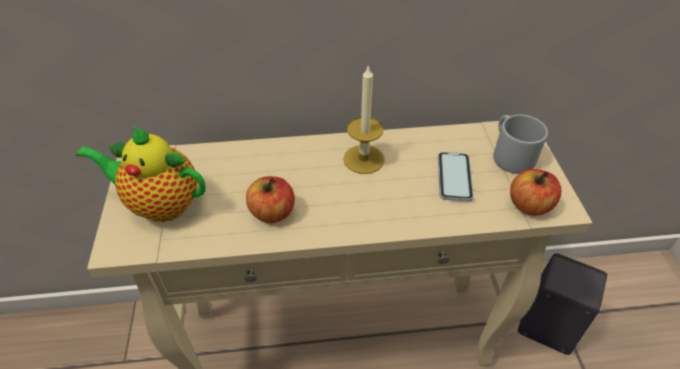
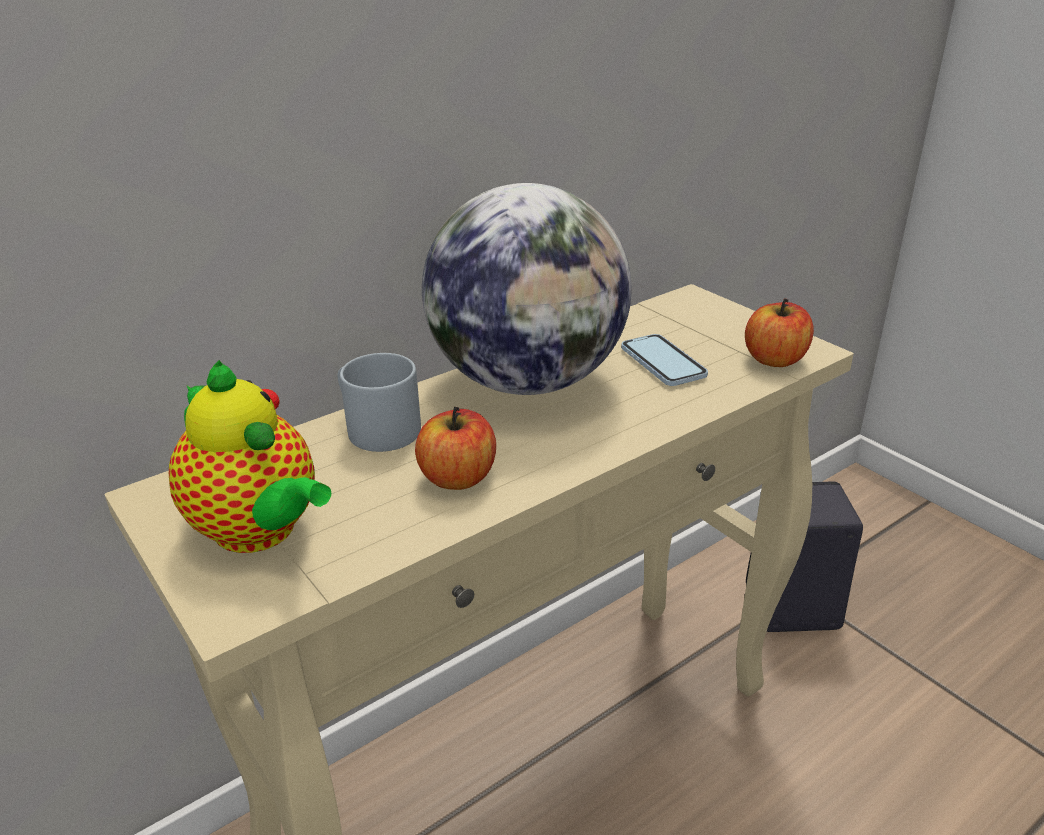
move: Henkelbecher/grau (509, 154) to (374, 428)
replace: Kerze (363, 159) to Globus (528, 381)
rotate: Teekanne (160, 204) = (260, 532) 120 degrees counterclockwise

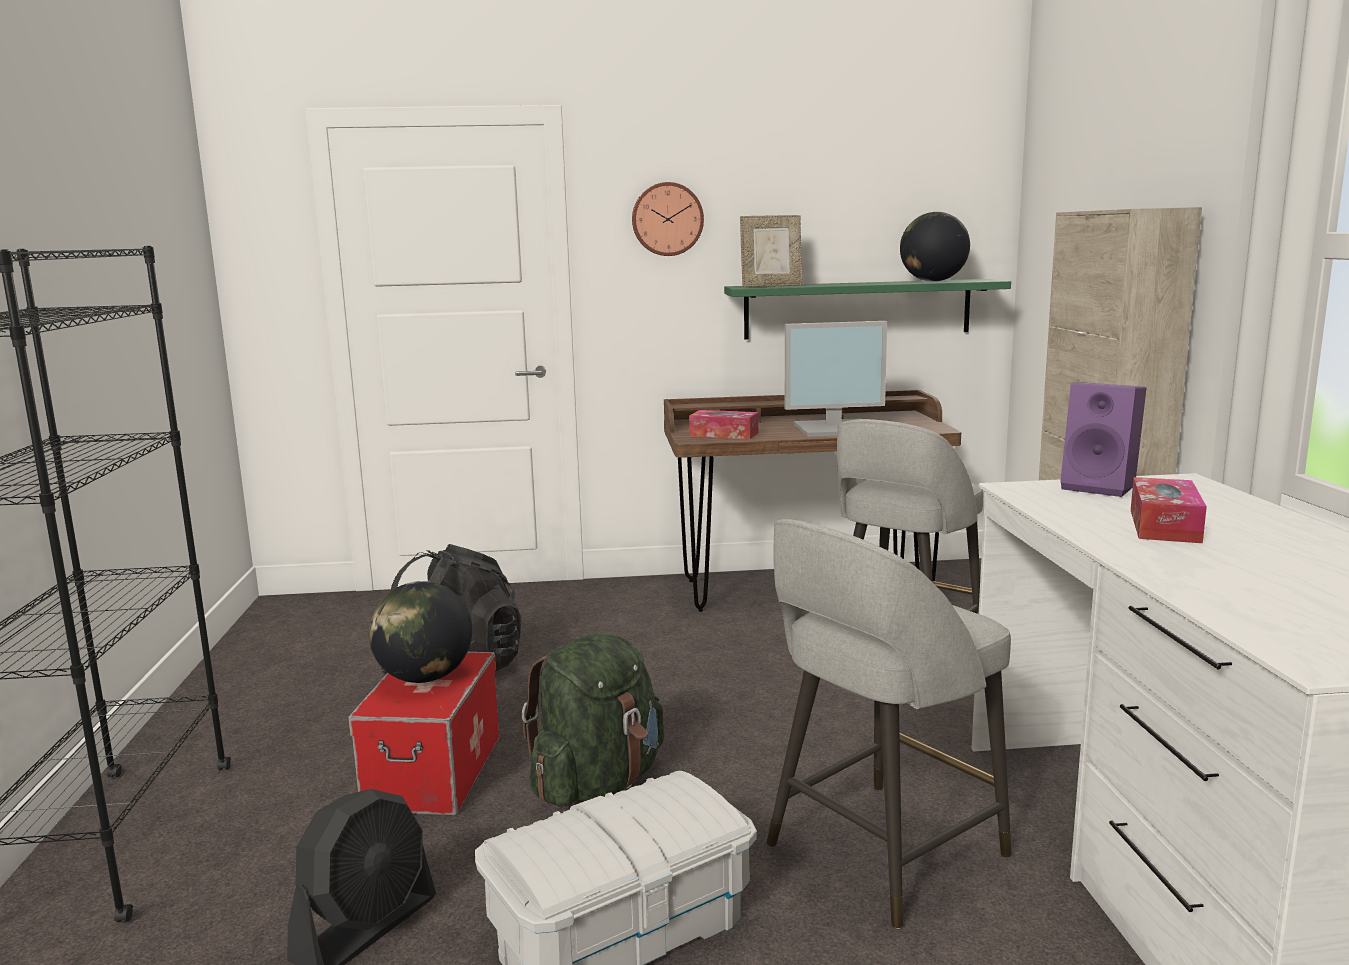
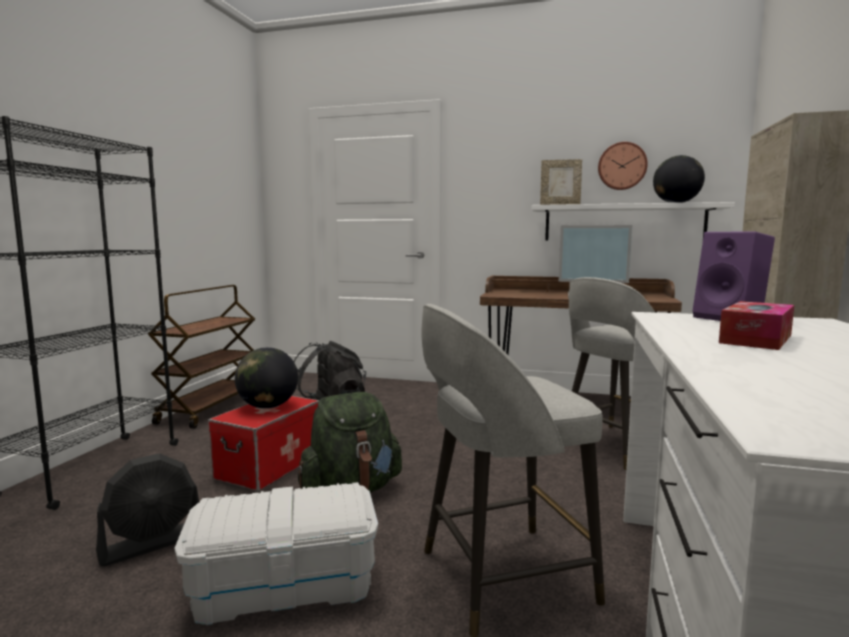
delete: Taschentuchbox (724, 434)
insert: Rollwagen/braun (210, 408)
move: Wanduhr (667, 219) to (622, 166)
recolor: Wandregal/grün (857, 309) to Wandregal/weiß (623, 223)

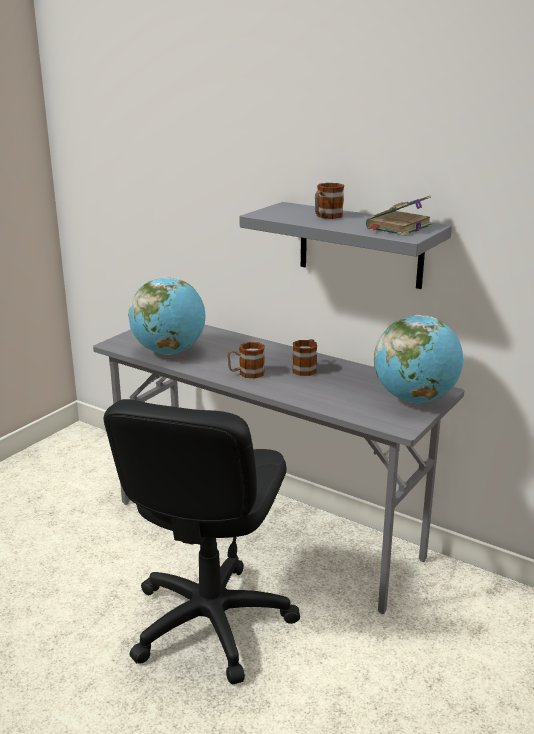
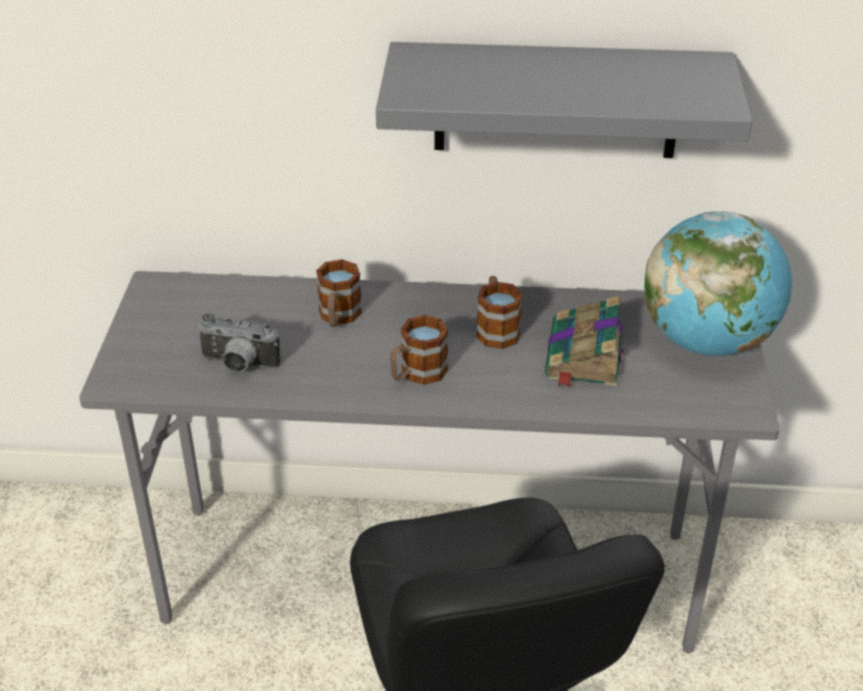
move: Henkelbecher (326, 216) to (338, 317); Buch (398, 227) to (584, 357)
replace: Globus (169, 352) to Kamera (238, 366)

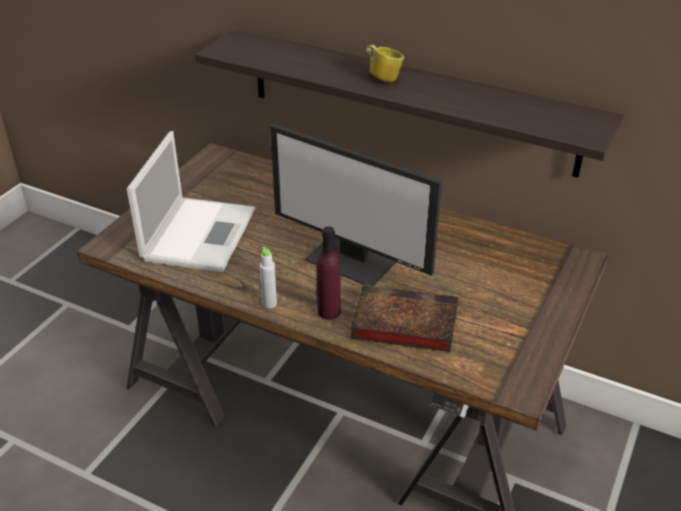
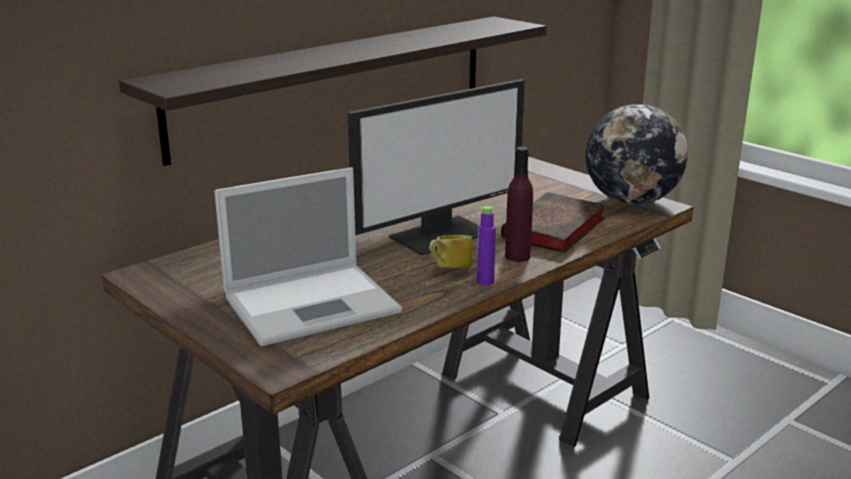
insert: Globus (631, 201)
move: Henkelbecher (383, 78) to (449, 270)
recolor: Flasche/grau (269, 303) to Flasche/lila (485, 281)
rotate: Laptop (200, 233) = (314, 303) 120 degrees clockwise

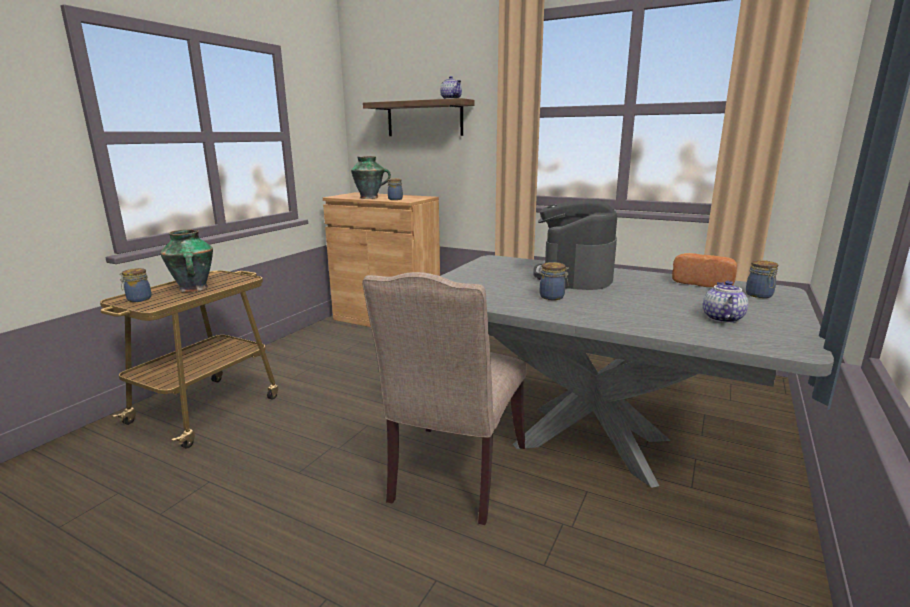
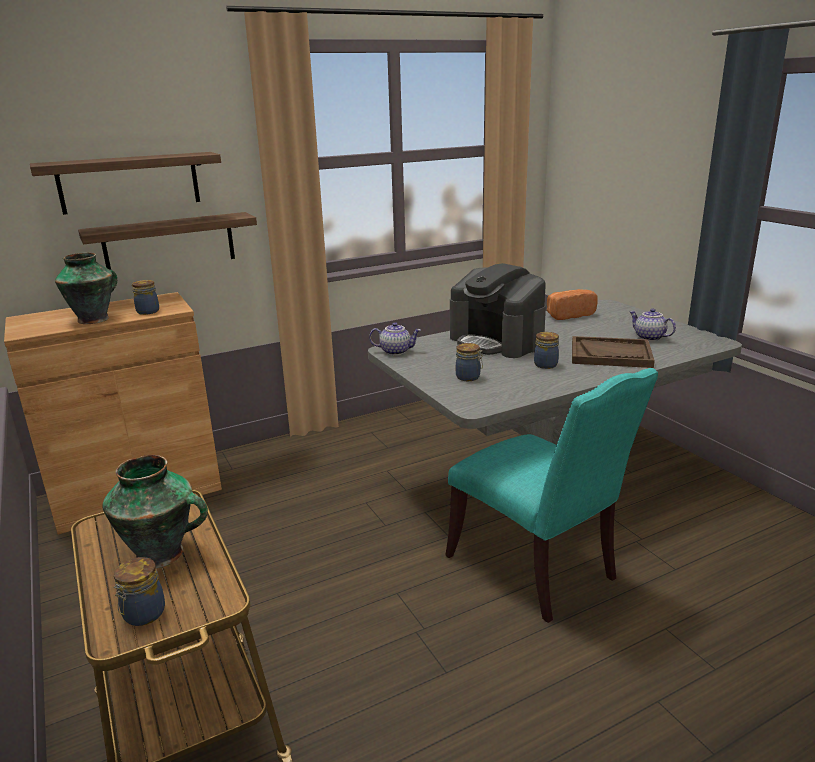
insert: Wandregal (169, 243); Tablett/braun (611, 354)
move: Teekanne (451, 99) to (396, 351); Vorratsglas (759, 295) to (469, 377)
recolor: Stuhl/beige (454, 476) to Stuhl/türkis (537, 569)

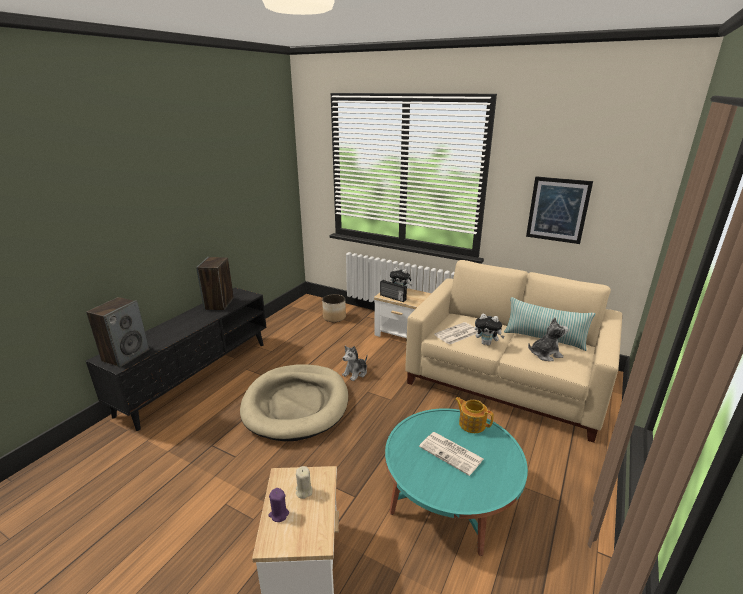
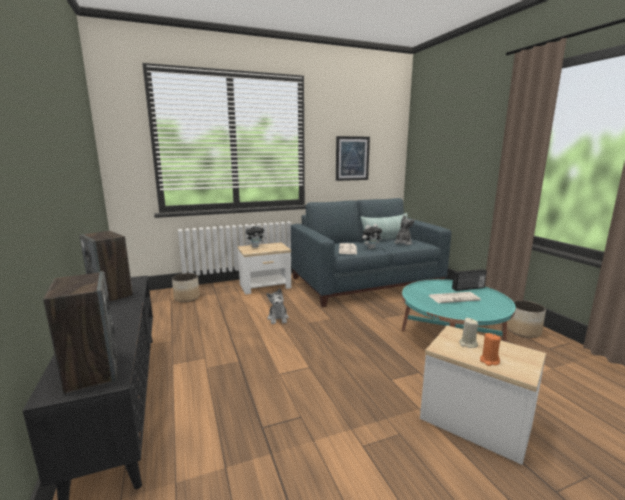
delete: Hundebett/beige (296, 404); Teekanne (471, 423)
insert: Pflanzkübel (523, 331)
move: Radio (392, 298) to (468, 288)
recolor: Kerze/lila (279, 514) to Kerze/orange (489, 361); Sofa/beige (505, 381) to Sofa/blau (366, 282)

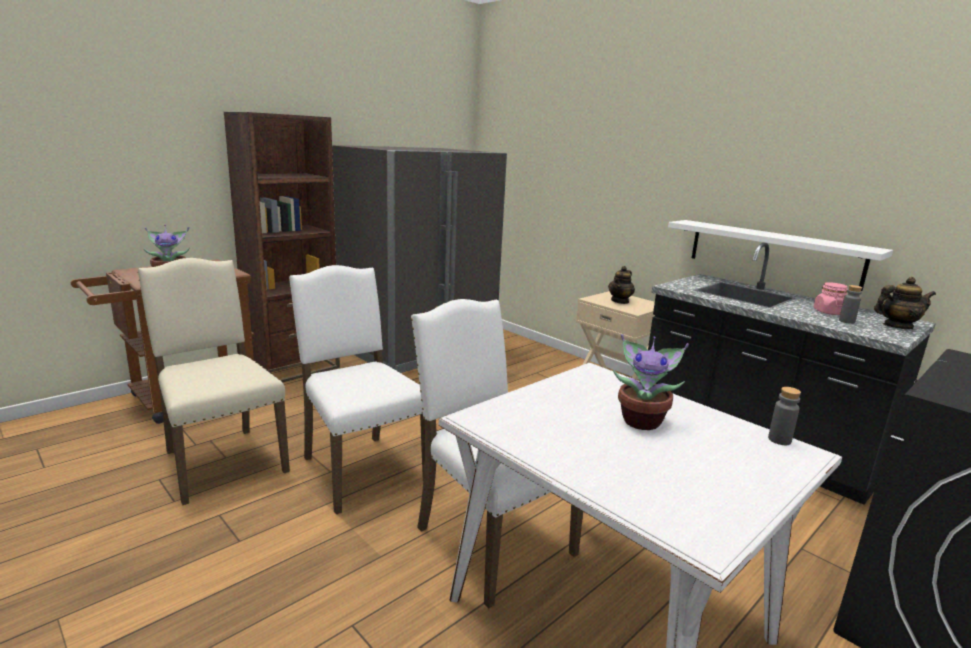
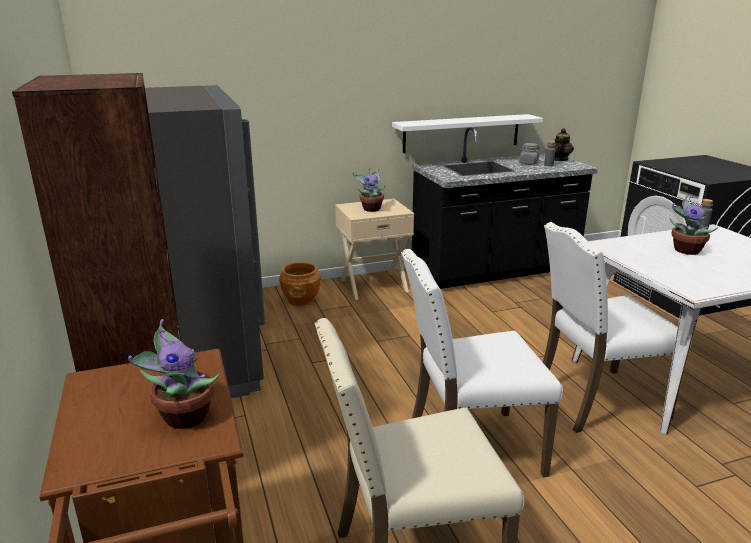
insert: Pflanzkübel/braun (301, 300)
replace: Teekanne (620, 301) to Topfpflanze (371, 209)
recolor: Vorratsglas/rosa (829, 312) to Vorratsglas/grau (528, 163)

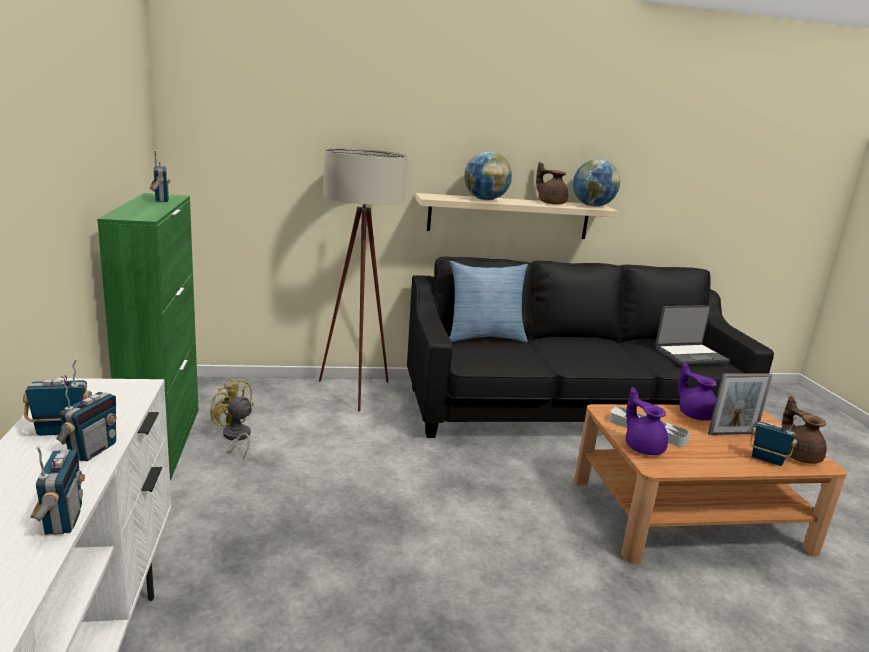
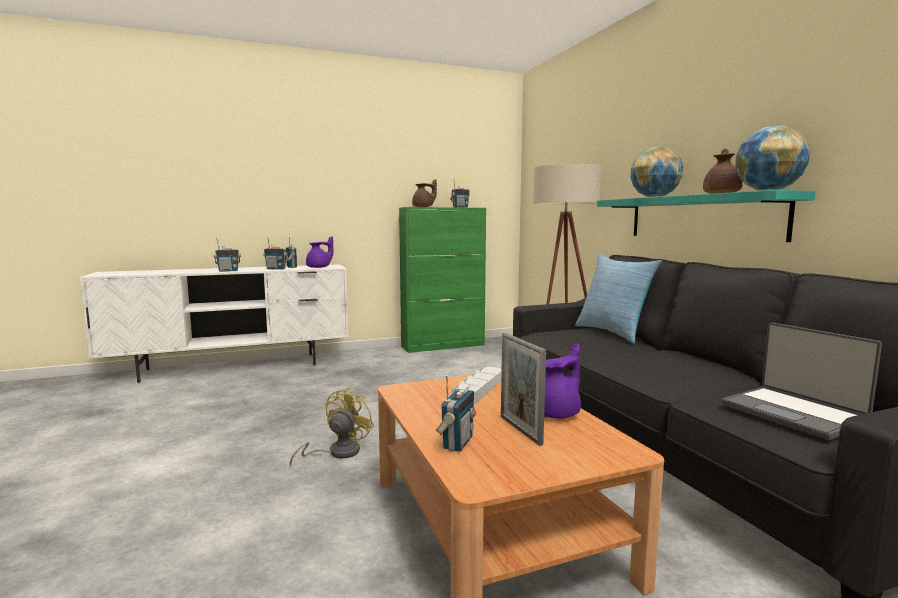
move: Ventilator/gelb (235, 438) to (337, 453); Teekanne/lila (643, 447) to (319, 267); Teekanne/braun (798, 455) to (424, 207)
recolor: Wandregal/beige (509, 217) to Wandregal/türkis (700, 217)

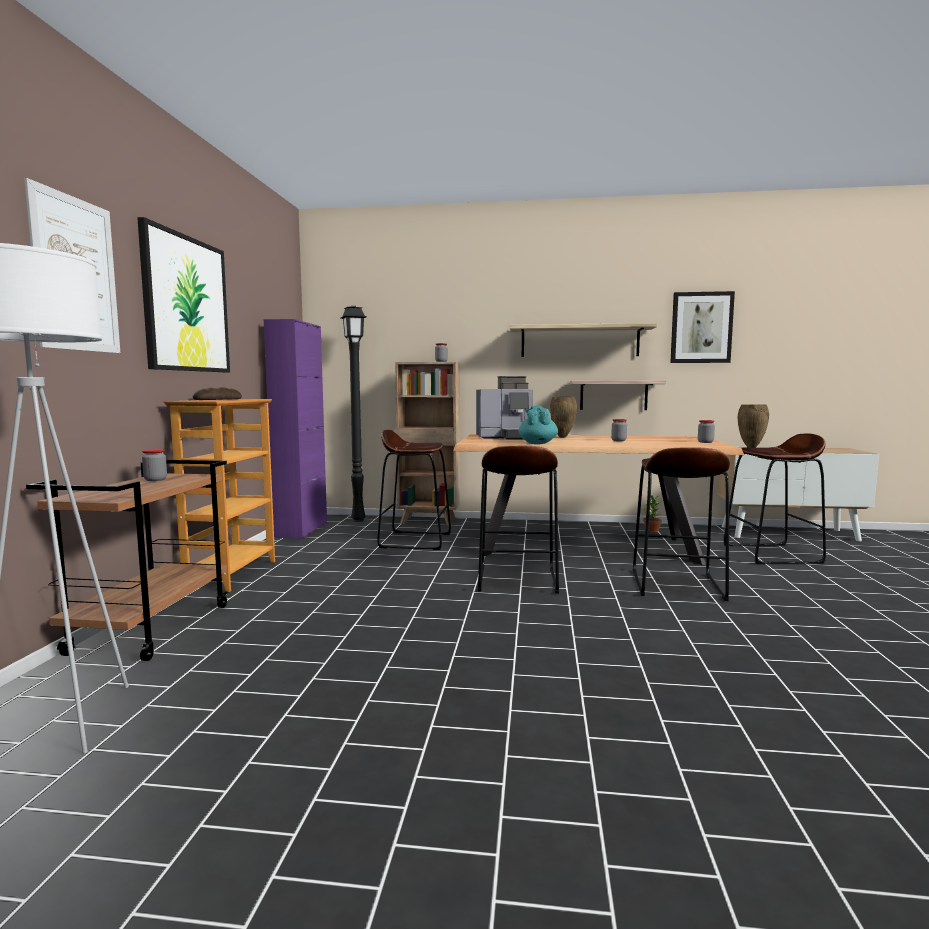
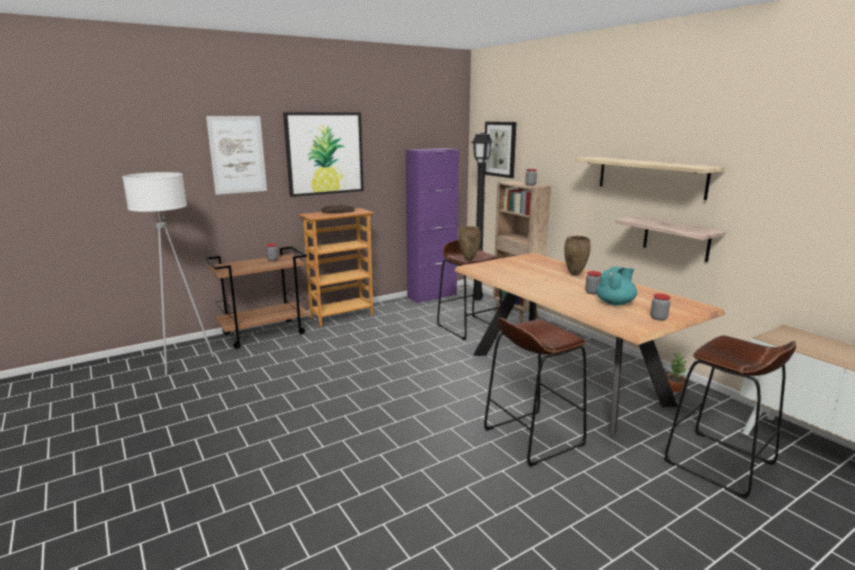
delete: Kaffeemaschine (506, 437); Hocker/braun (517, 579)
move: Teekanne/türkis (537, 443) to (615, 303); Bild (701, 327) to (500, 149); Vase/braun (750, 447) to (469, 260)

